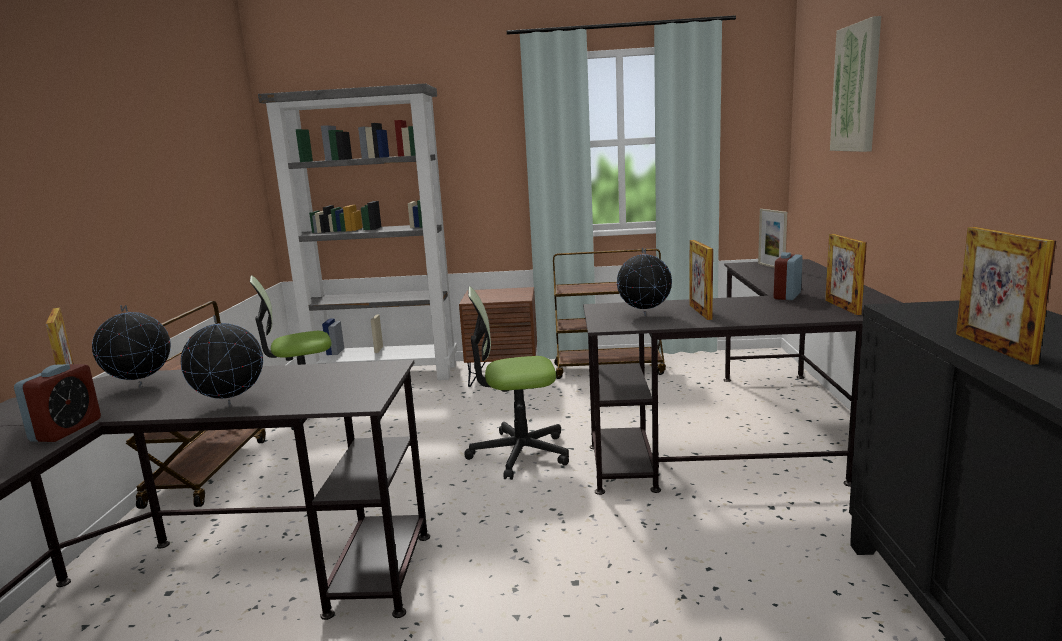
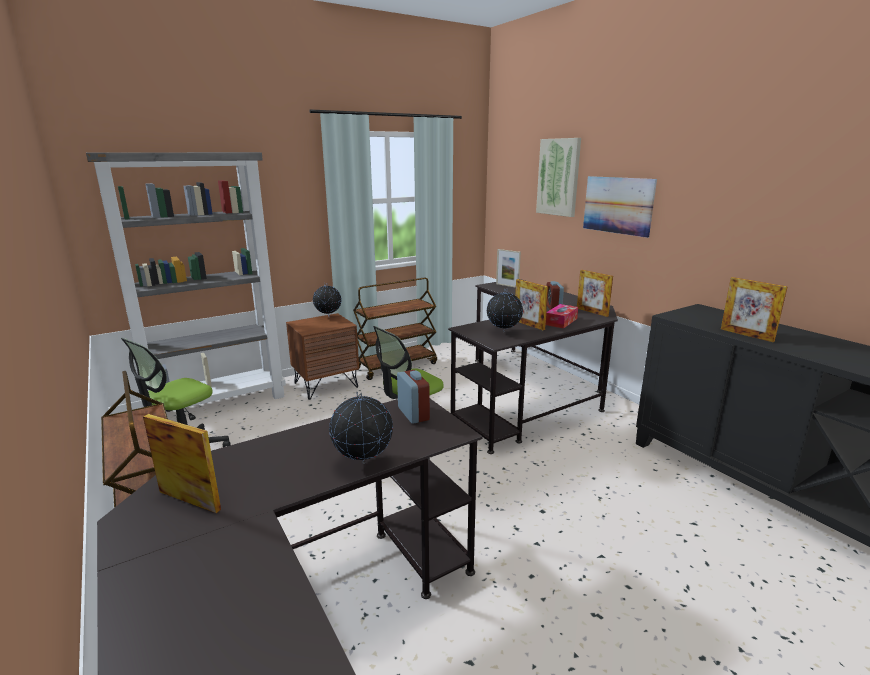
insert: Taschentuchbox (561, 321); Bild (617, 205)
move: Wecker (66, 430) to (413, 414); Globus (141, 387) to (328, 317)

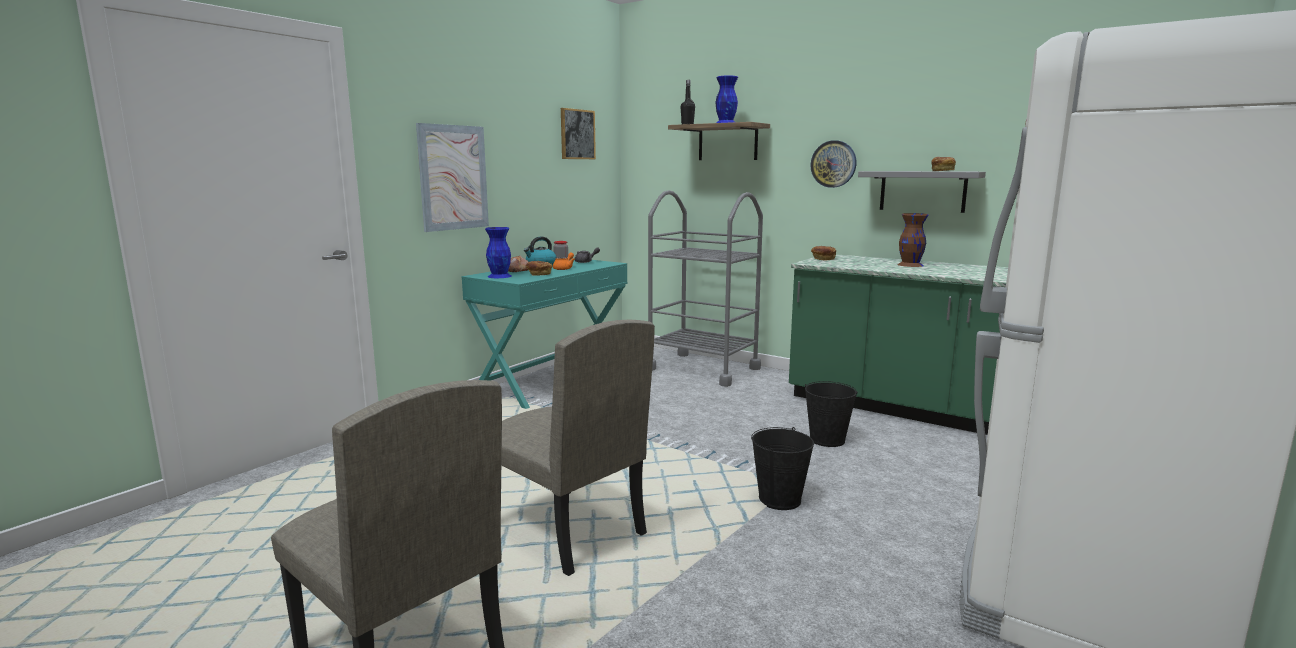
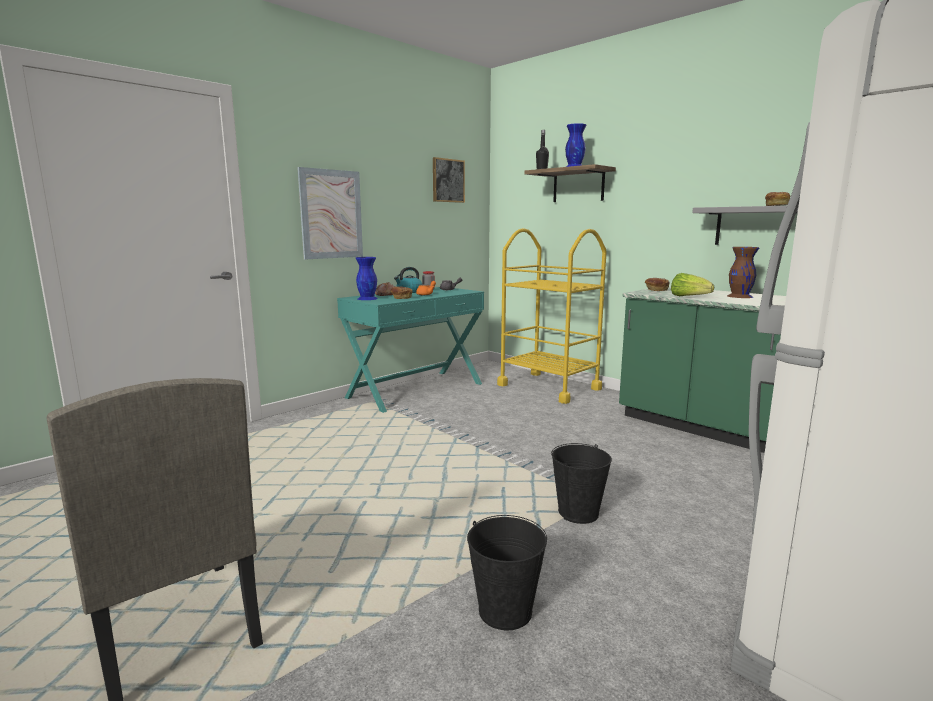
delete: Stuhl/beige (566, 531); Wanduhr (833, 164)
insert: Salatkopf (689, 297)
move: Eimer/schwarz (827, 440) to (505, 611)
recolor: Rollwagen/grau (702, 369) to Rollwagen/gelb (549, 387)

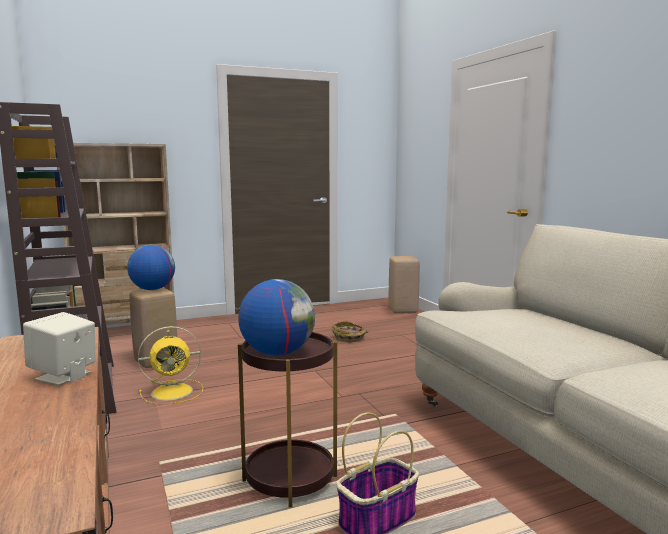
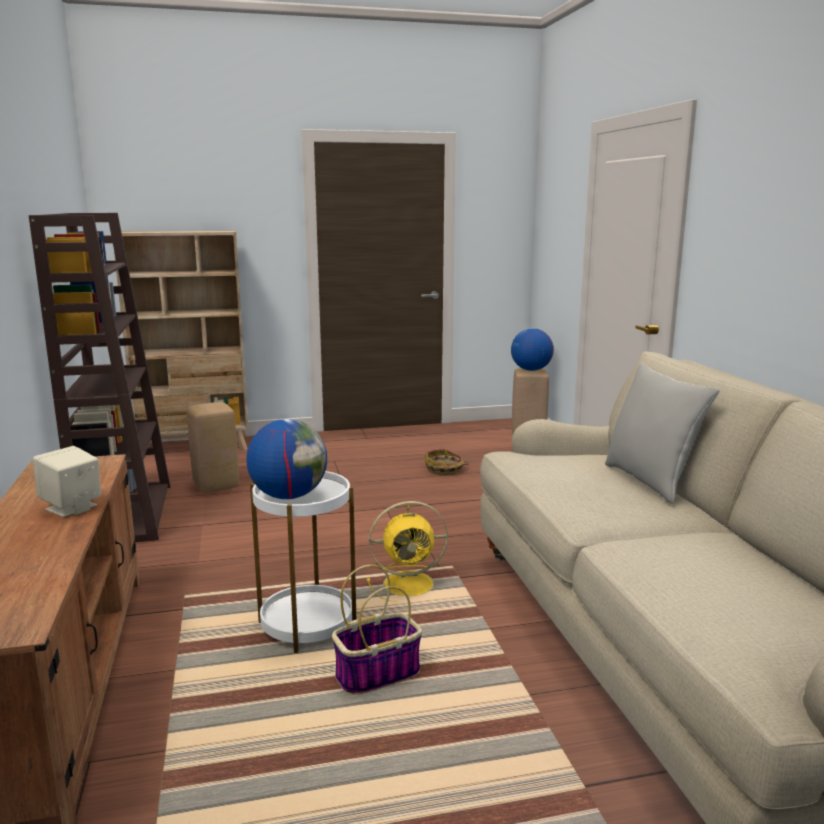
insert: Kissen/grau (650, 481)
move: Globus (152, 289) to (531, 370); Ventilator/gelb (174, 391) to (411, 584)
recolor: Beistelltisch/braun (290, 479) to Beistelltisch/weiß (307, 626)

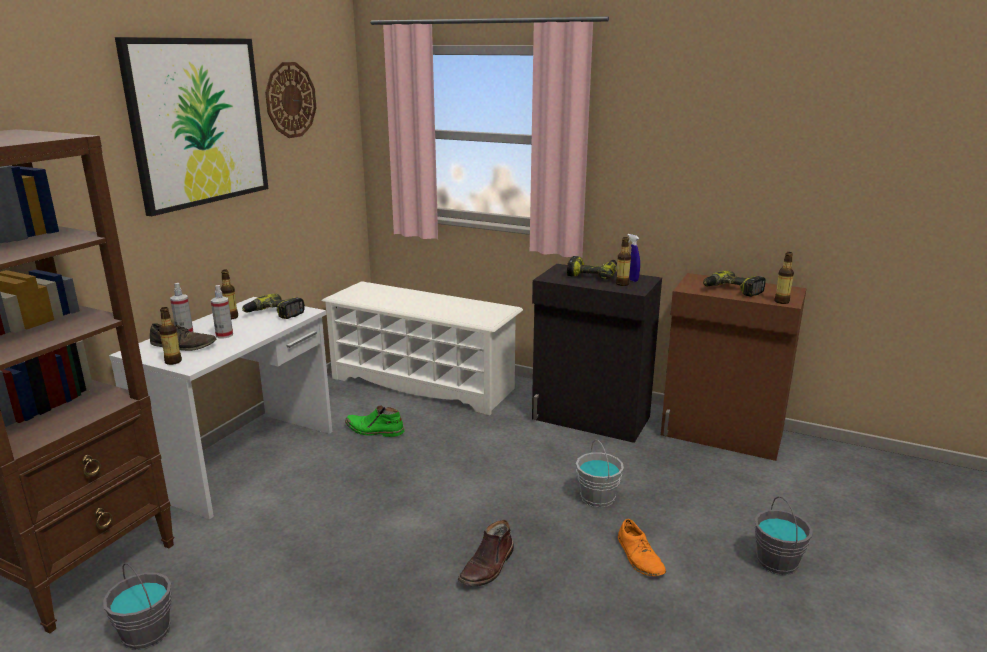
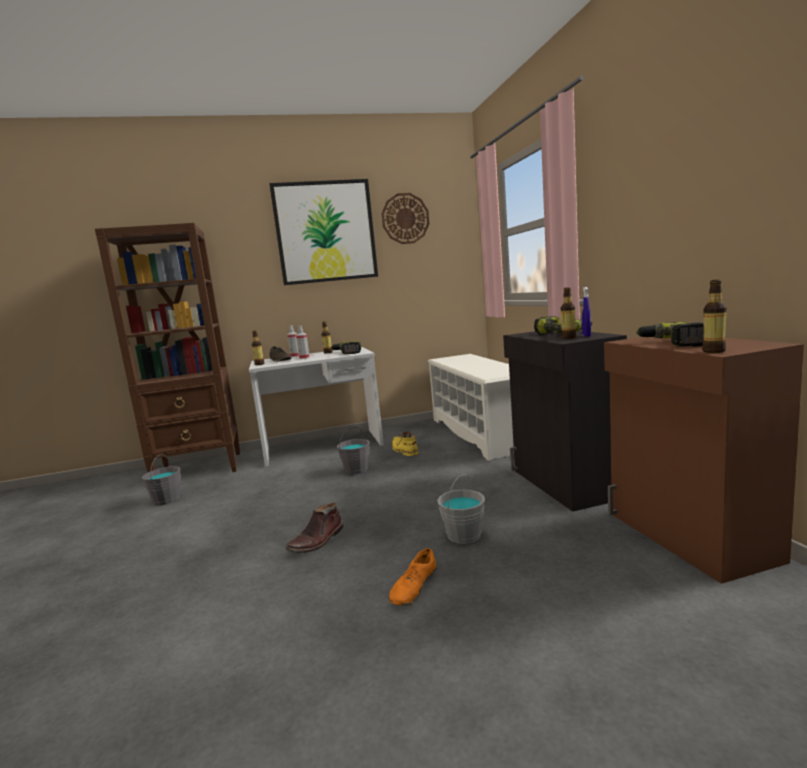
move: Eimer/grau (777, 562) to (356, 470)
recolor: Stiefel/grün (374, 430) to Stiefel/gelb (404, 450)
rotate: Stiefel/braun (488, 567) = (317, 541) 45 degrees counterclockwise

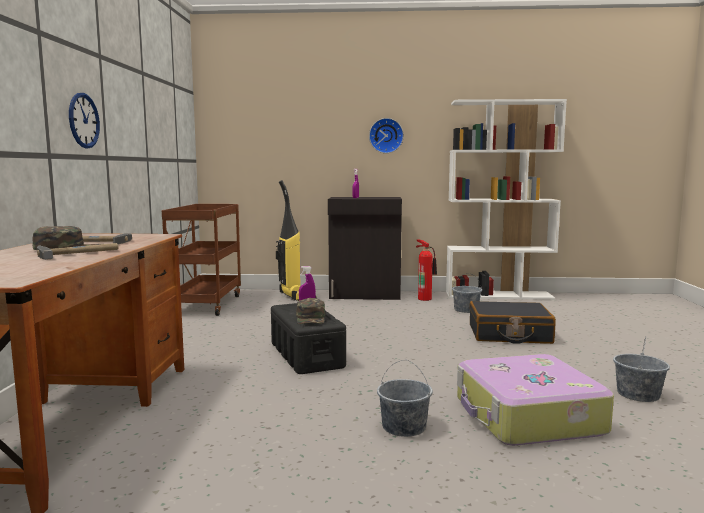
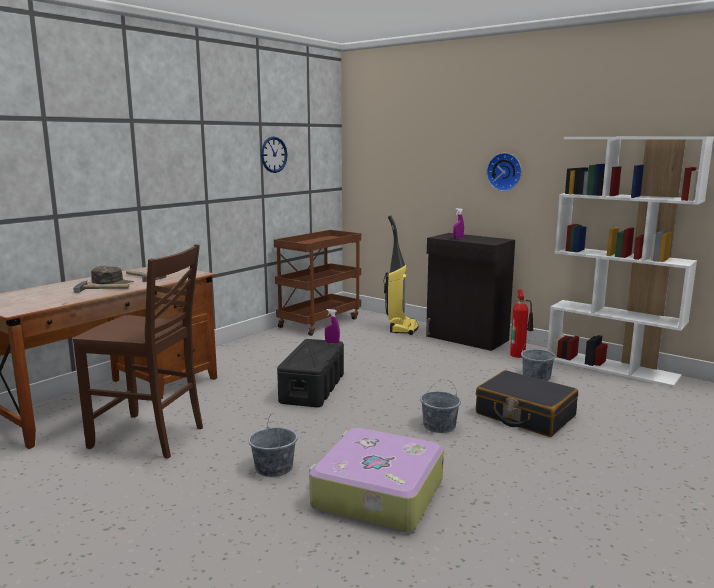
delete: Kappe/grün (311, 318)
insert: Stuhl/braun (149, 437)
move: Wanduhr (83, 120) to (273, 154); Eimer/grau (638, 394) to (439, 426)

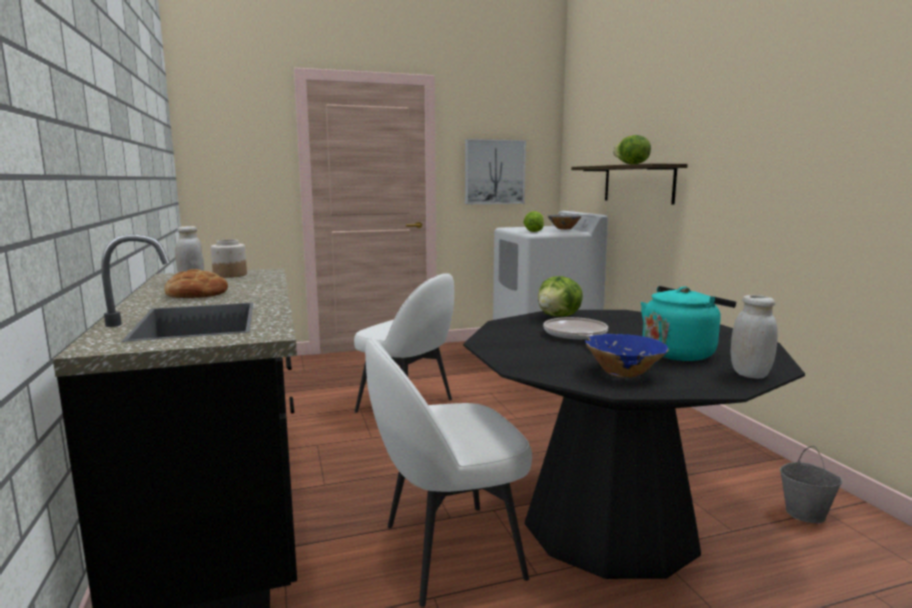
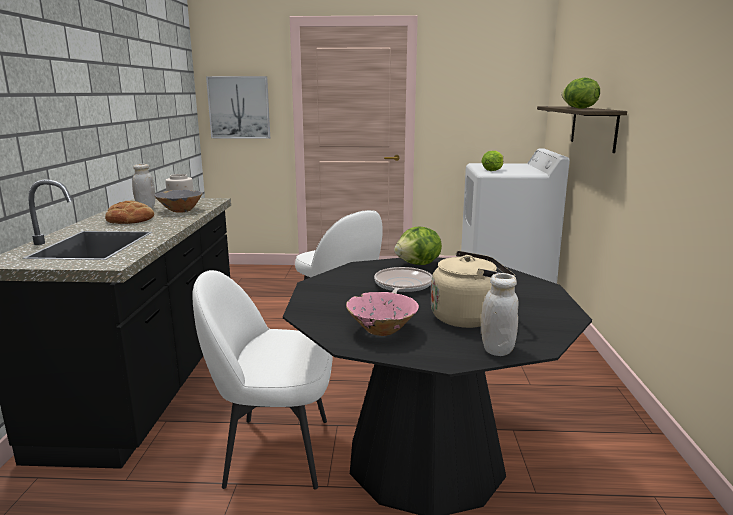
delete: Eimer/grau (806, 514)
move: Bild (494, 172) to (239, 107); Schüssel/grau (564, 229) to (180, 210)
recolor: Schüssel/blau (623, 373) to Schüssel/rosa (381, 330); Wasserkessel/türkis (680, 353) to Wasserkessel/beige (468, 317)

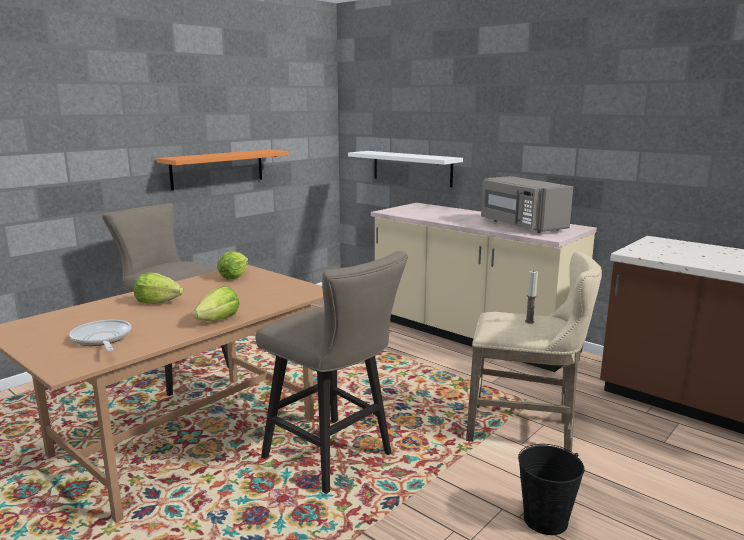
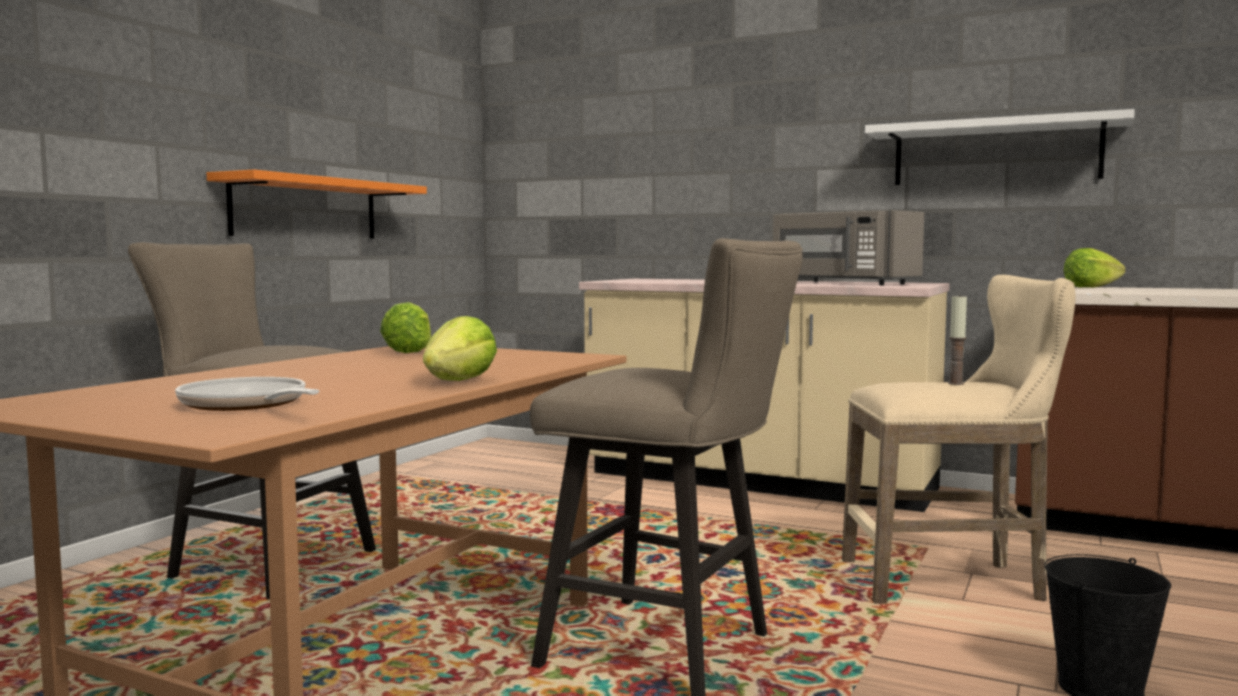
move: Salatkopf (158, 302) to (1090, 287); Wandregal/weiß (412, 168) to (995, 153)

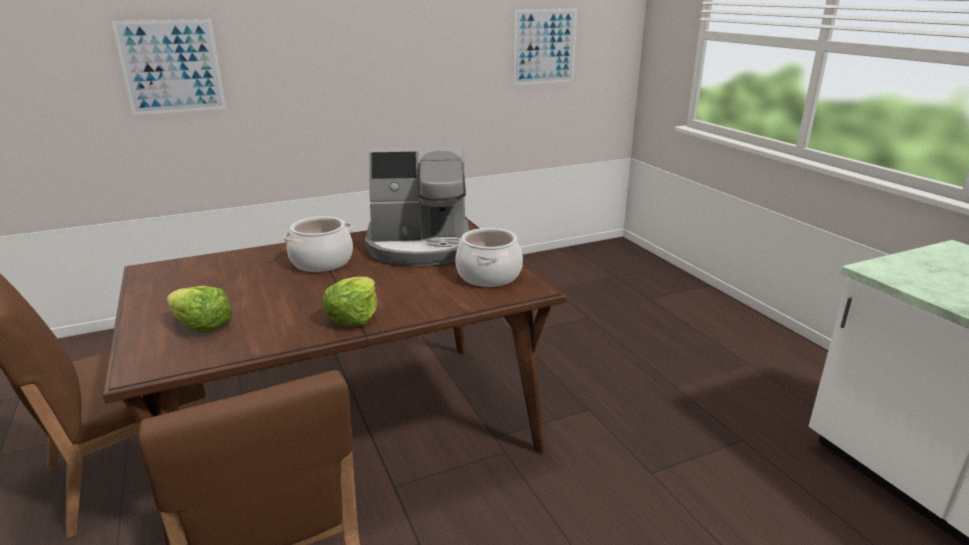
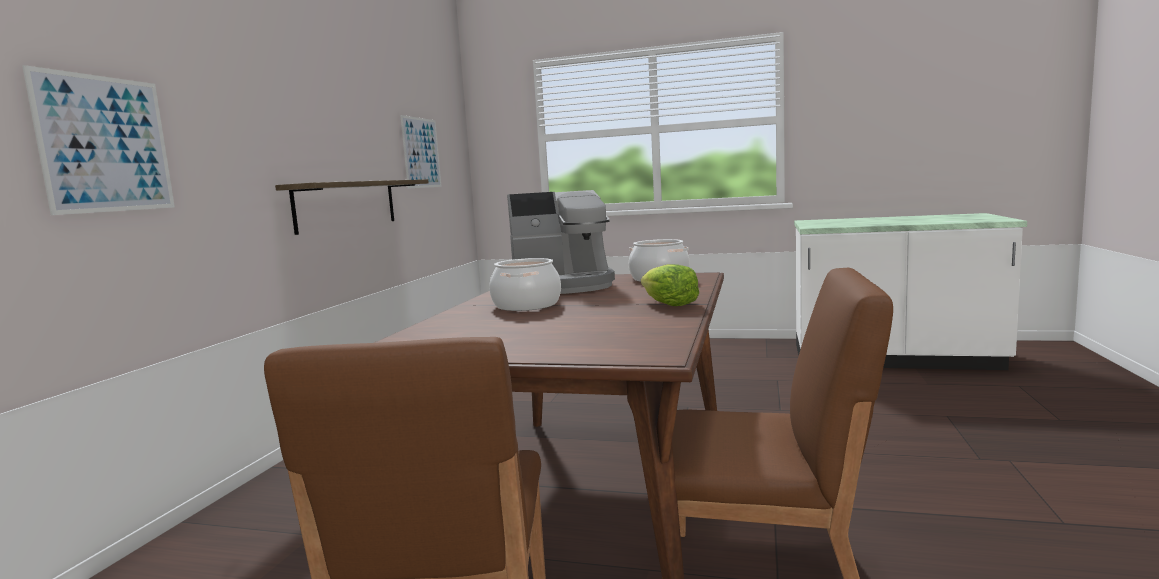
delete: Salatkopf (201, 326)
insert: Wandregal (347, 205)
rotate: Kaffeemaschine (420, 246) = (561, 286) 45 degrees clockwise

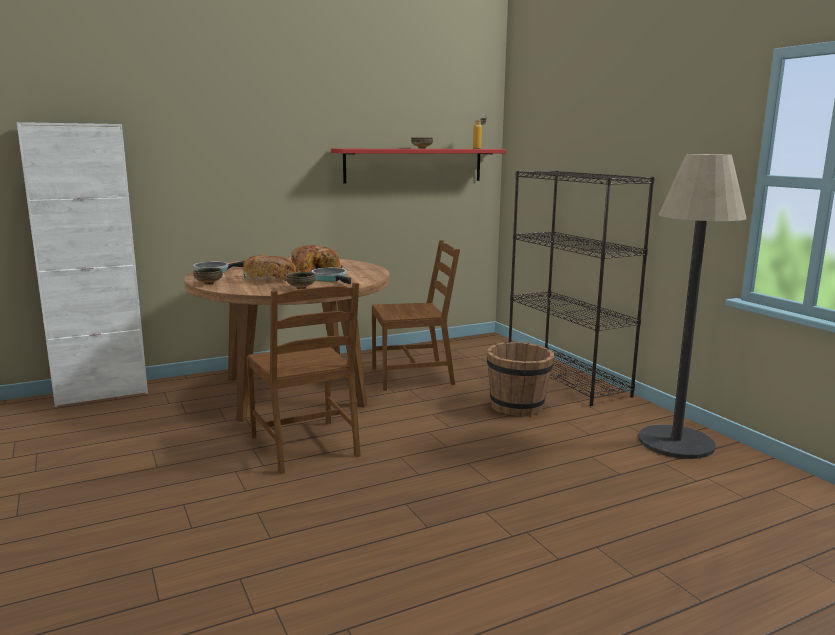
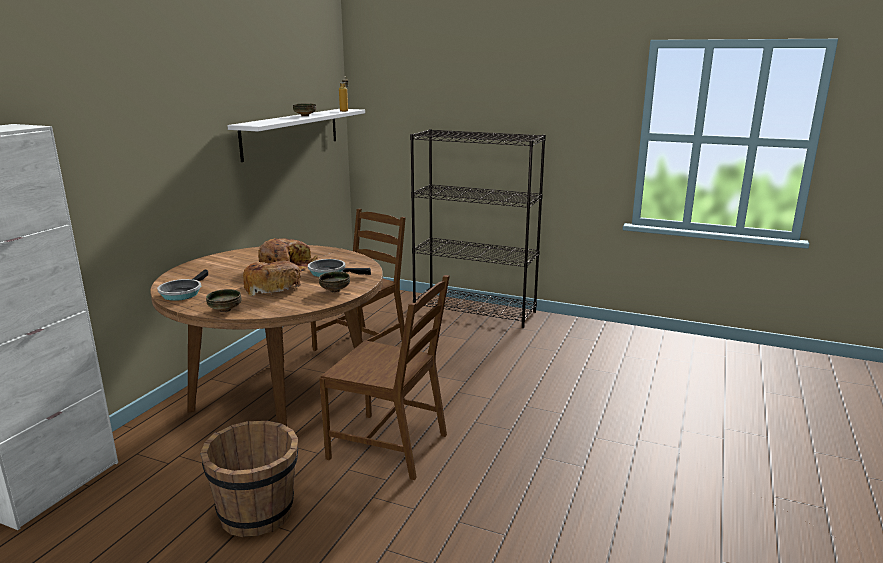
delete: Stehlampe (676, 442)
move: Eimer/braun (517, 407) to (257, 513)
recolor: Wandregal/rot (414, 165) to Wandregal/weiß (291, 133)

